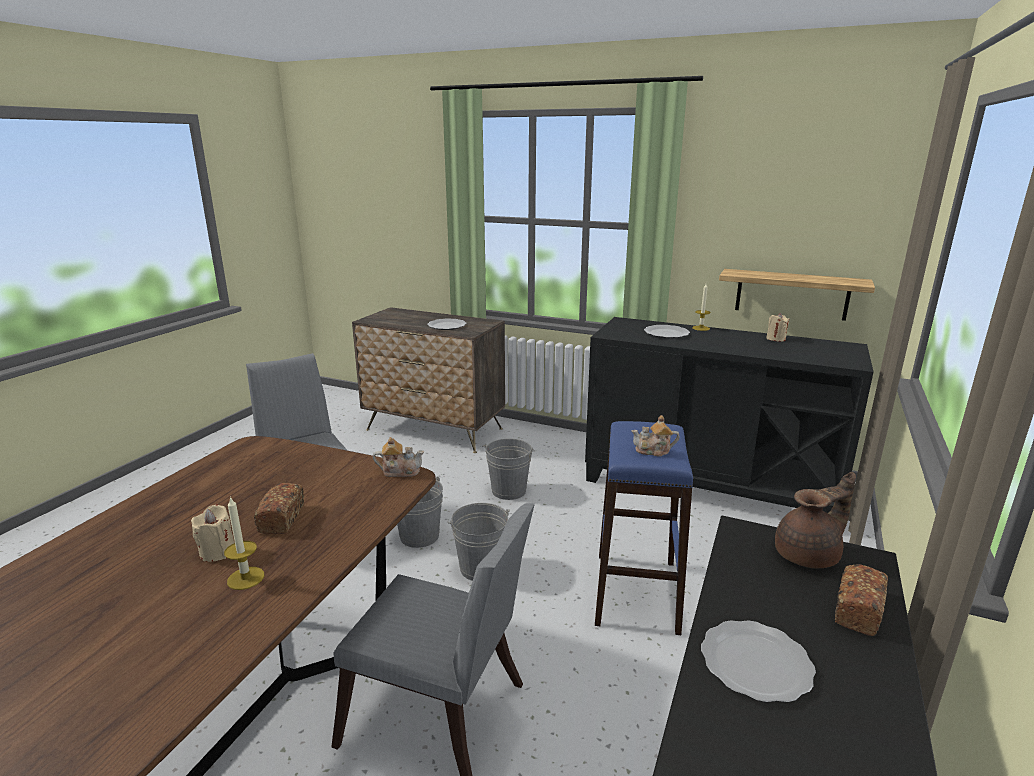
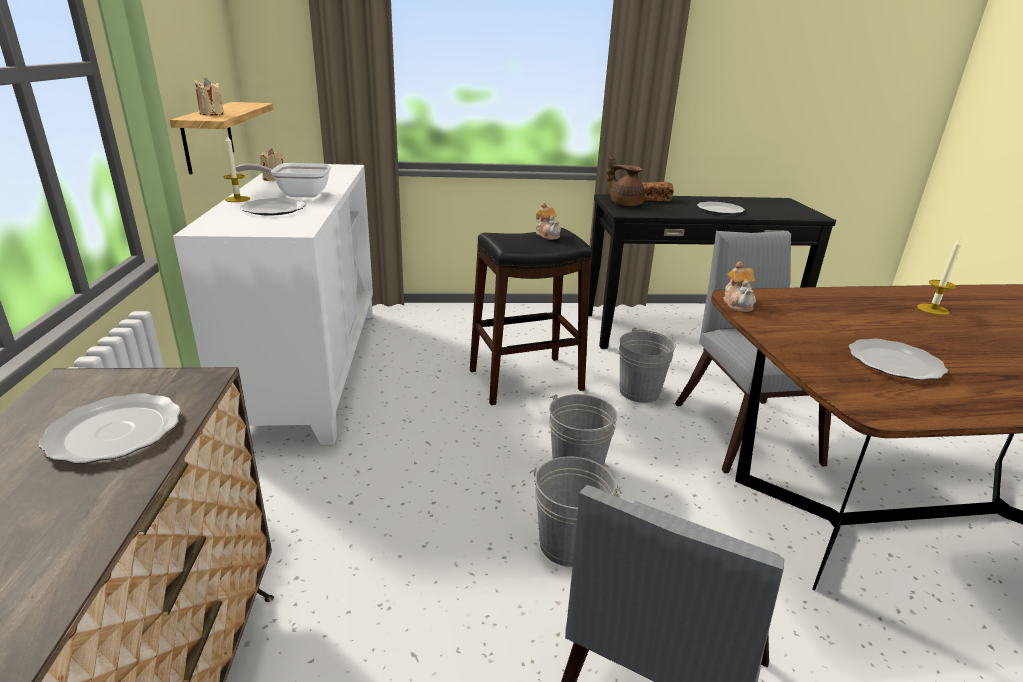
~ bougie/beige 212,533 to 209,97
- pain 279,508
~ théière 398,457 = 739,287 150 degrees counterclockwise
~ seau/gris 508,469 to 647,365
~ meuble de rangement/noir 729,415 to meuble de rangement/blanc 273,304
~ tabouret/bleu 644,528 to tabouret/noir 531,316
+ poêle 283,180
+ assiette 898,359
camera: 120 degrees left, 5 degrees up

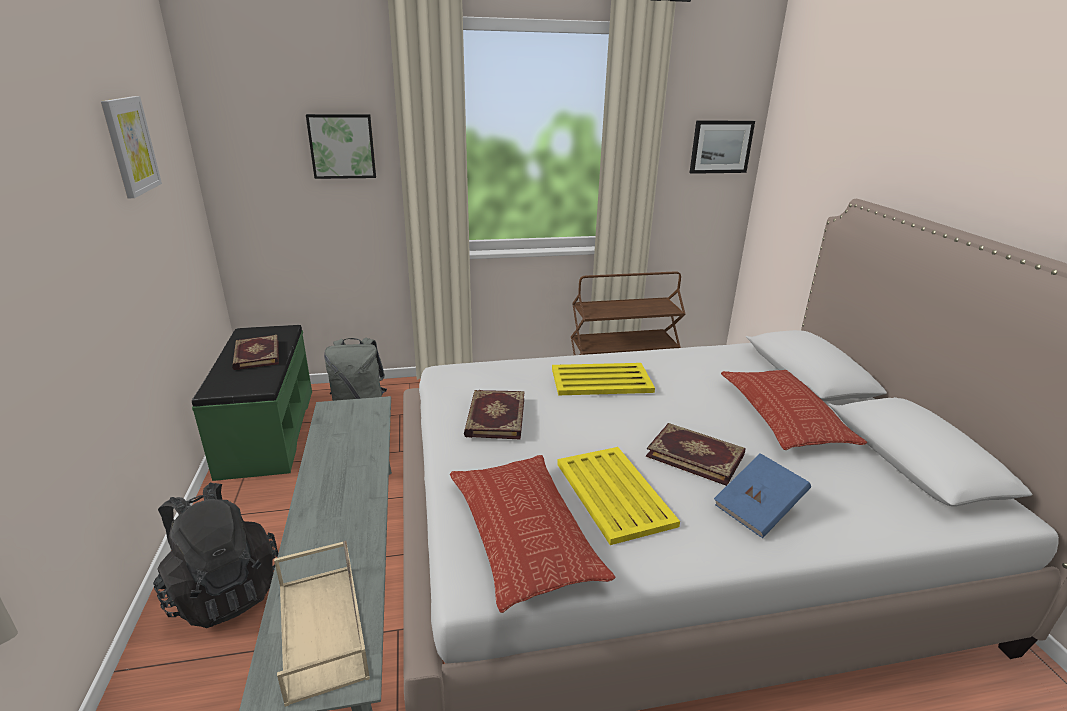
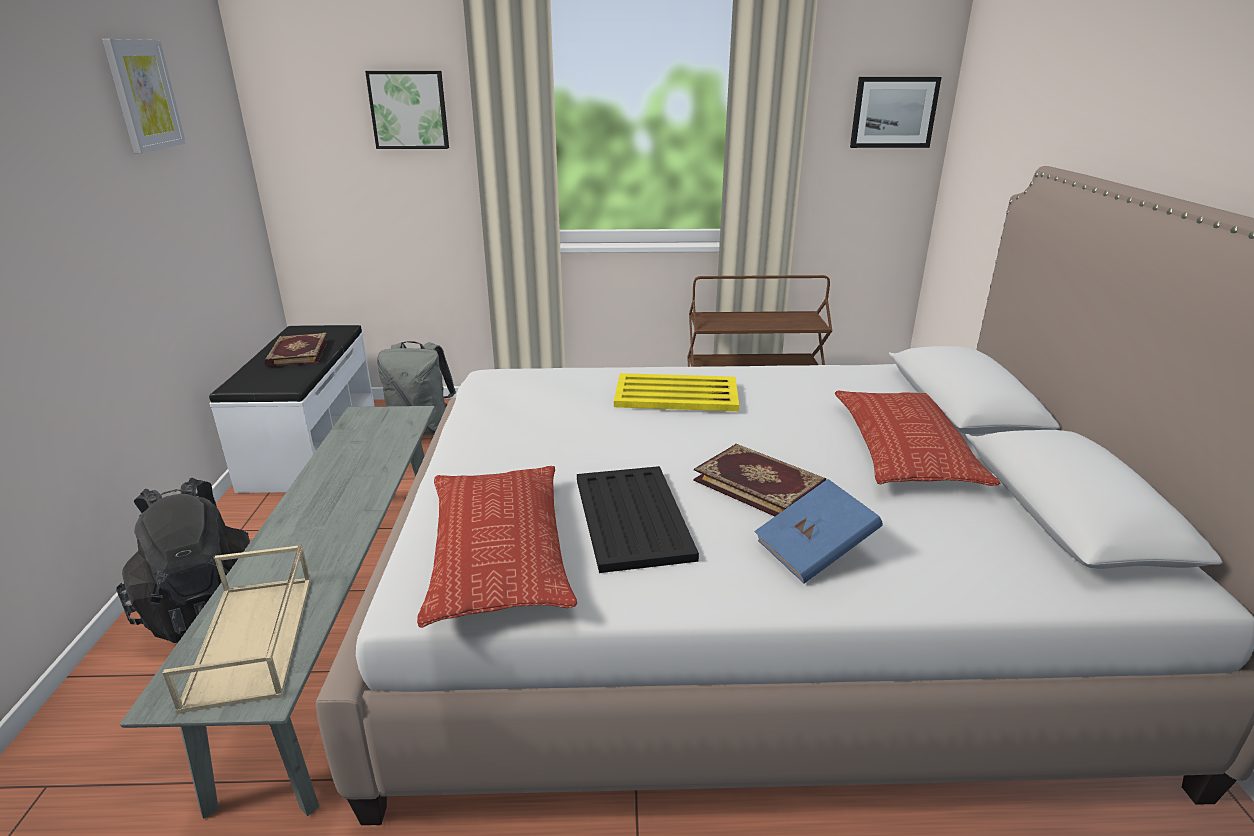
~ banc/vert 252,403 to banc/blanc 292,409
- livre 494,415
~ plateau/jaune 618,496 to plateau/noir 638,519
camera: 10 degrees right, 0 degrees up

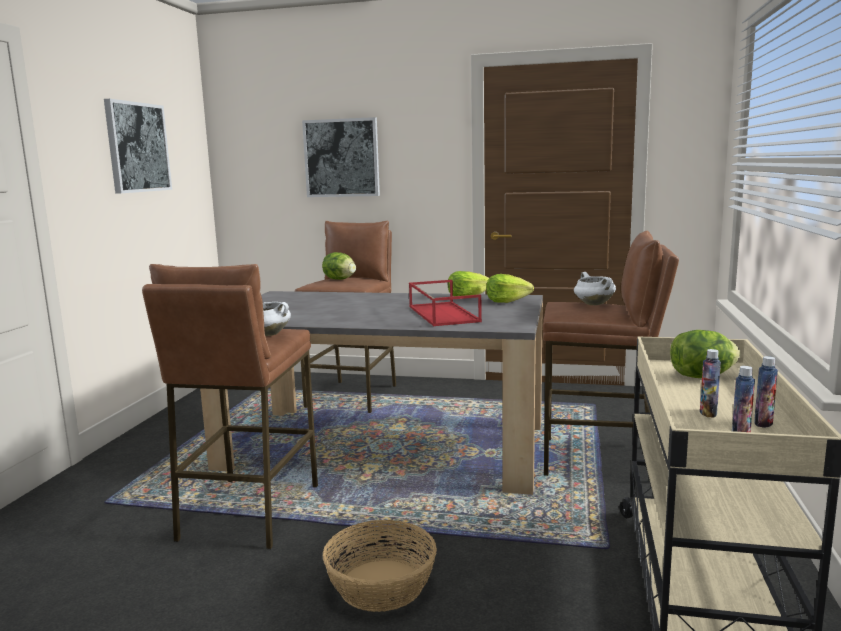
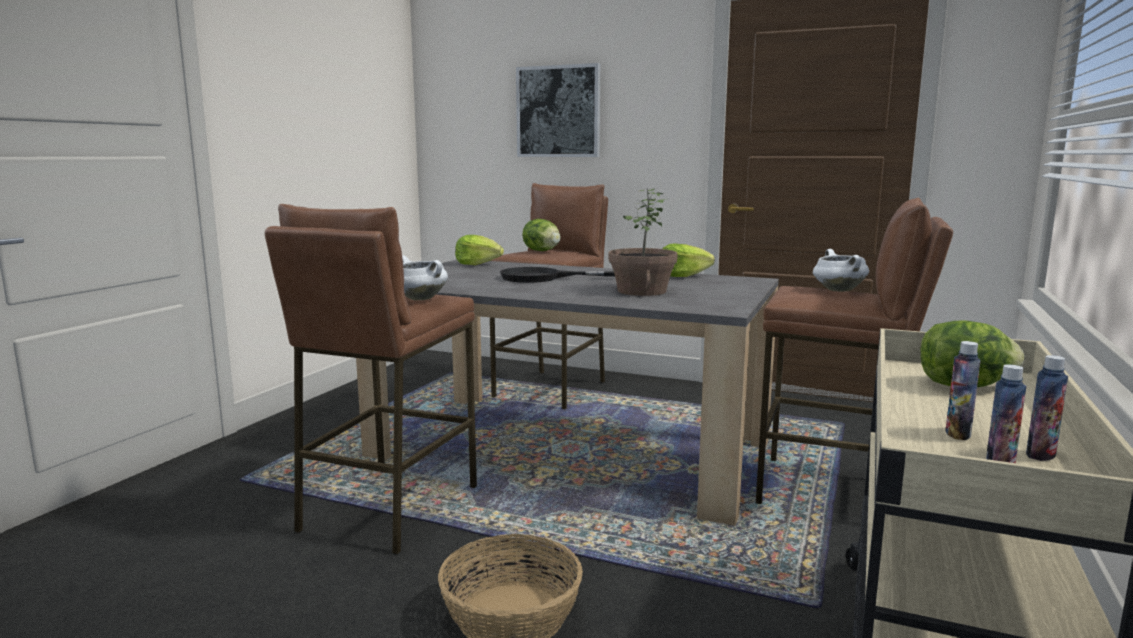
- tableau 138,146
~ plateau/rouge 445,303 to plante en pot 643,242
~ laitue 510,288 to 479,250
+ poêle/noir 557,275
camera: 10 degrees right, 0 degrees up

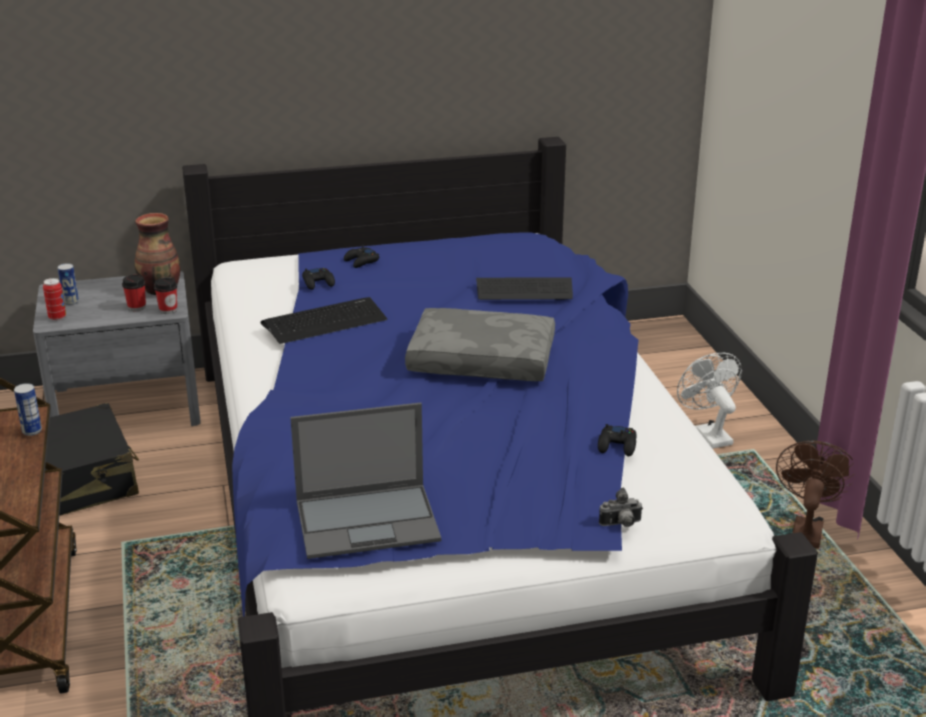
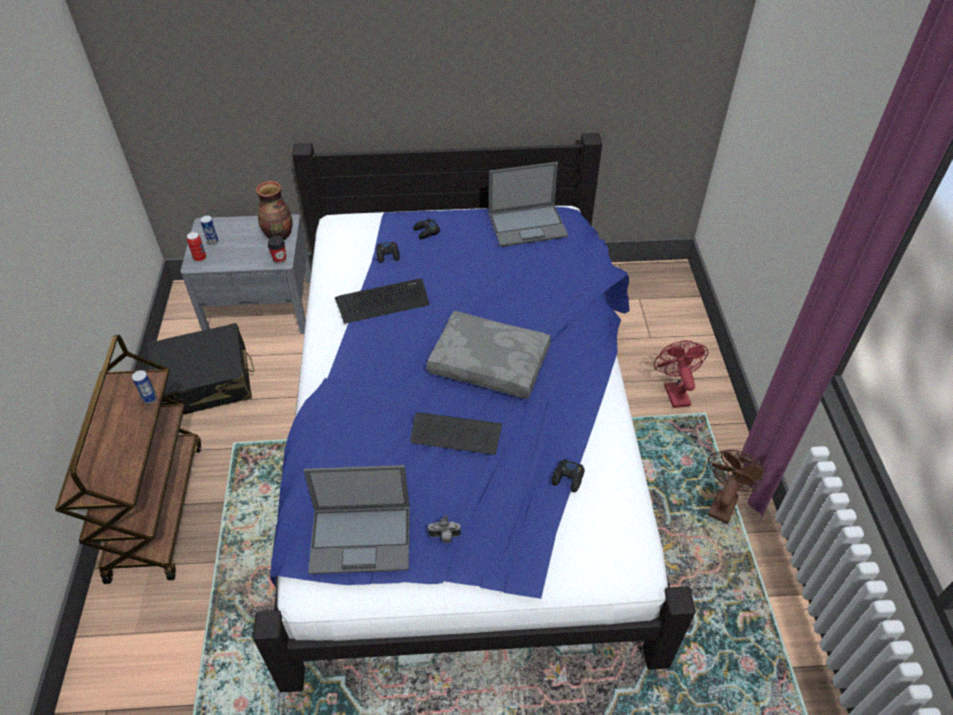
- tasse 134,293
~ clavier 524,288 to 456,433
~ appareil photo 621,507 to 444,529
~ ventilateur/blanc 709,400 to ventilateur/rouge 681,374
+ ordinateur portable 528,204
camera: 10 degrees right, 20 degrees up

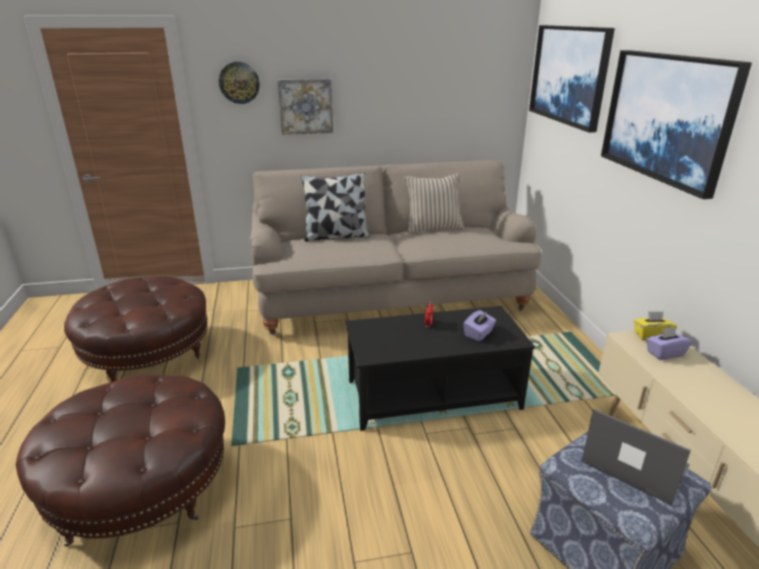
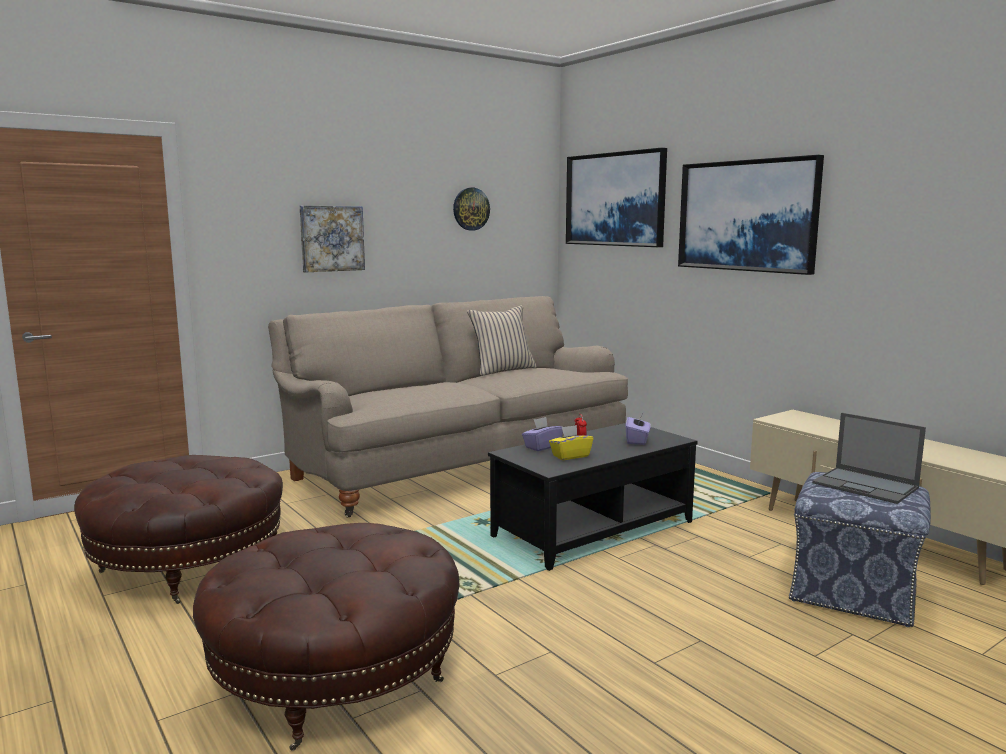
~ horloge murale 239,83 to 471,209
- coussin 335,207
~ ordinateur portable 636,457 = 869,458 150 degrees counterclockwise
~ boîte à mouchoirs/jaune 655,326 to 571,442
~ boîte à mouchoirs/violet 669,343 to 542,434
camera: 25 degrees left, 15 degrees down

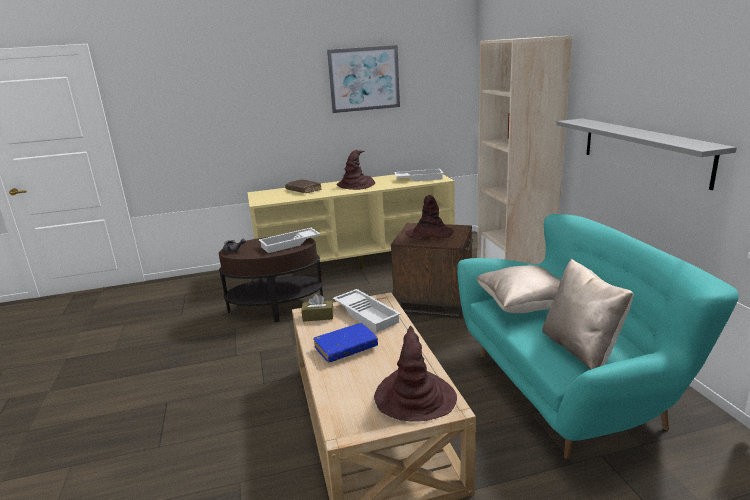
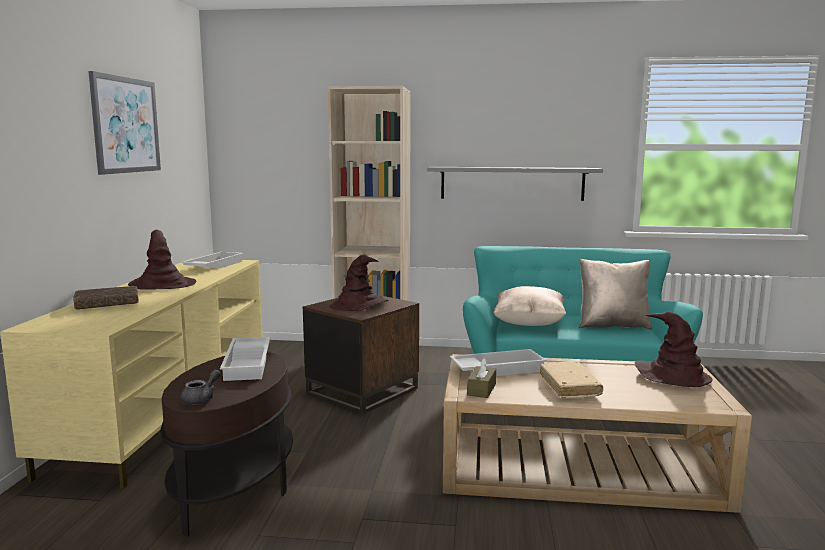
~ livre/bleu 345,342 to livre/beige 571,379
camera: 70 degrees left, 10 degrees down

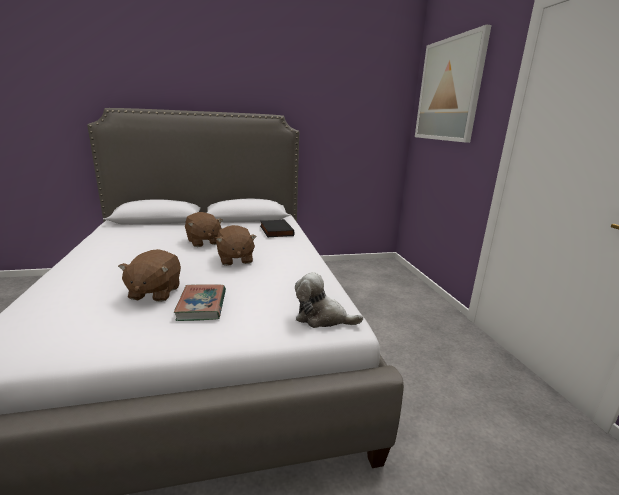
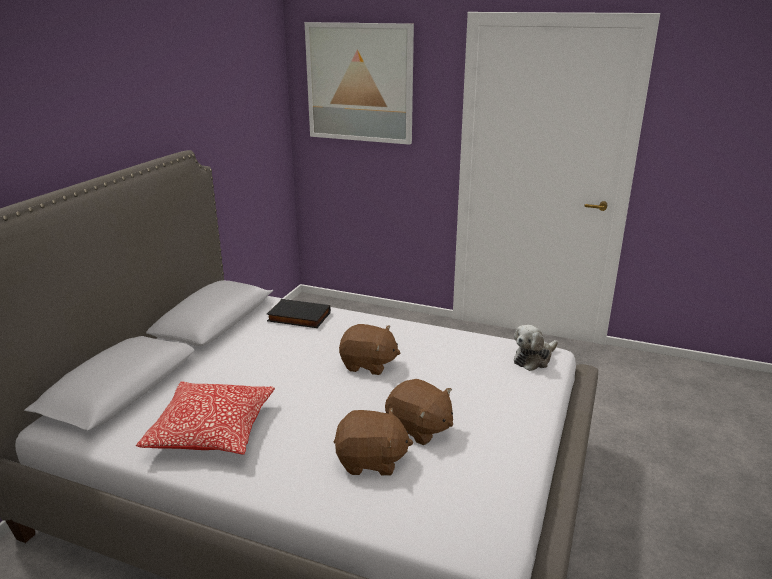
- livre 199,302
~ peluche/marron 204,229 to 373,442
+ coussin 205,418
camera: 55 degrees left, 5 degrees up

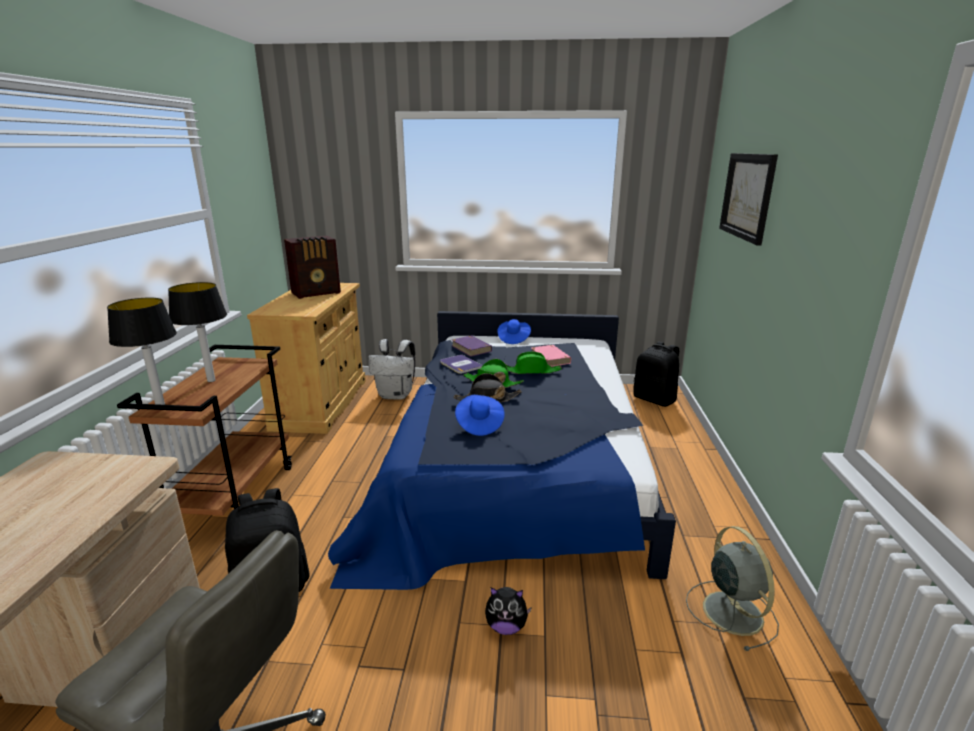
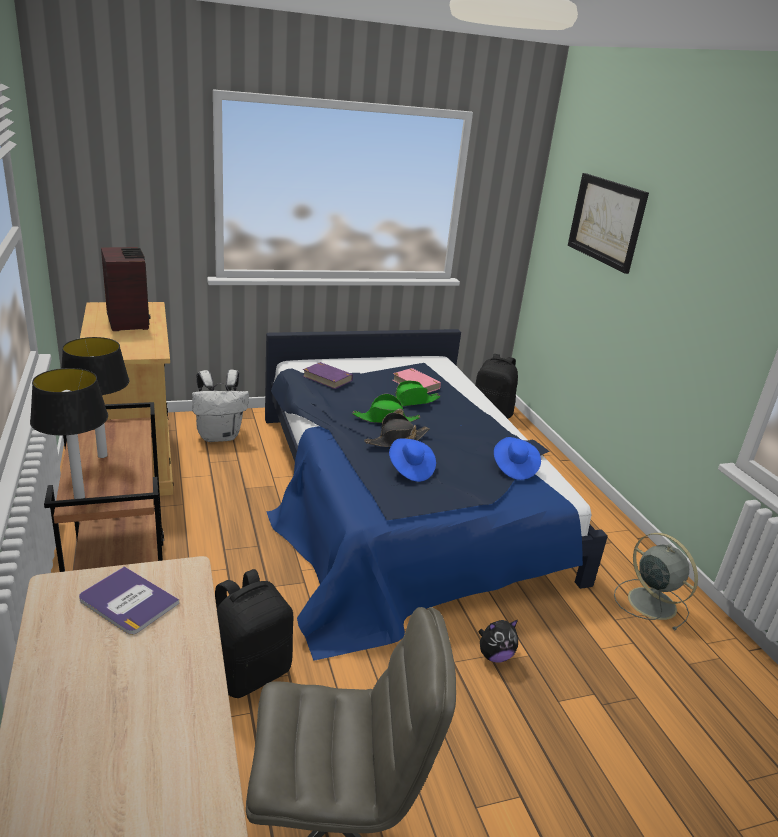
~ radio 312,267 = 126,289 60 degrees counterclockwise
~ livre 461,364 to 129,600
~ chapeau/bleu 514,331 to 517,458
camera: 25 degrees left, 5 degrees up

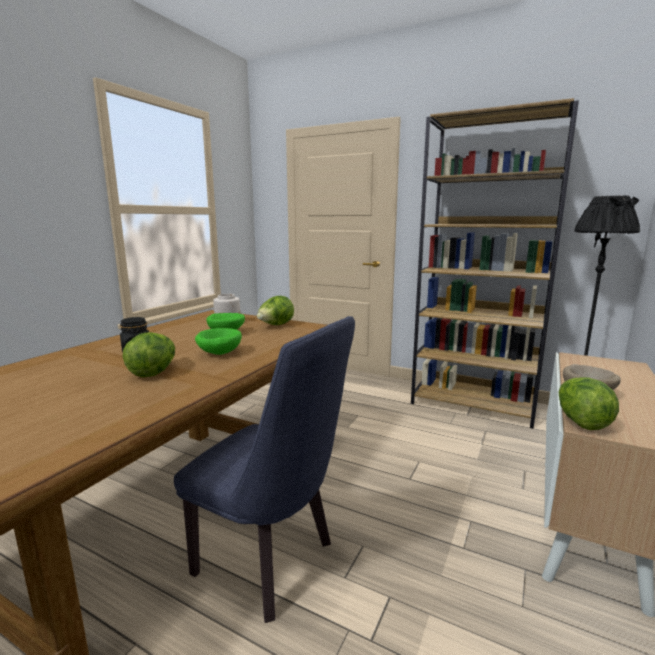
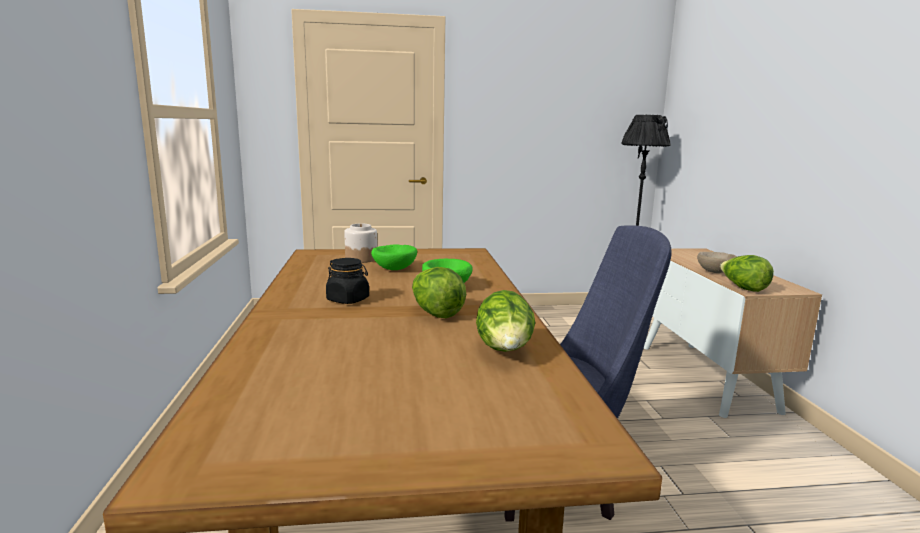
~ laitue 275,310 to 505,321
- bibliothèque/marron 495,263
camera: 35 degrees left, 0 degrees up

